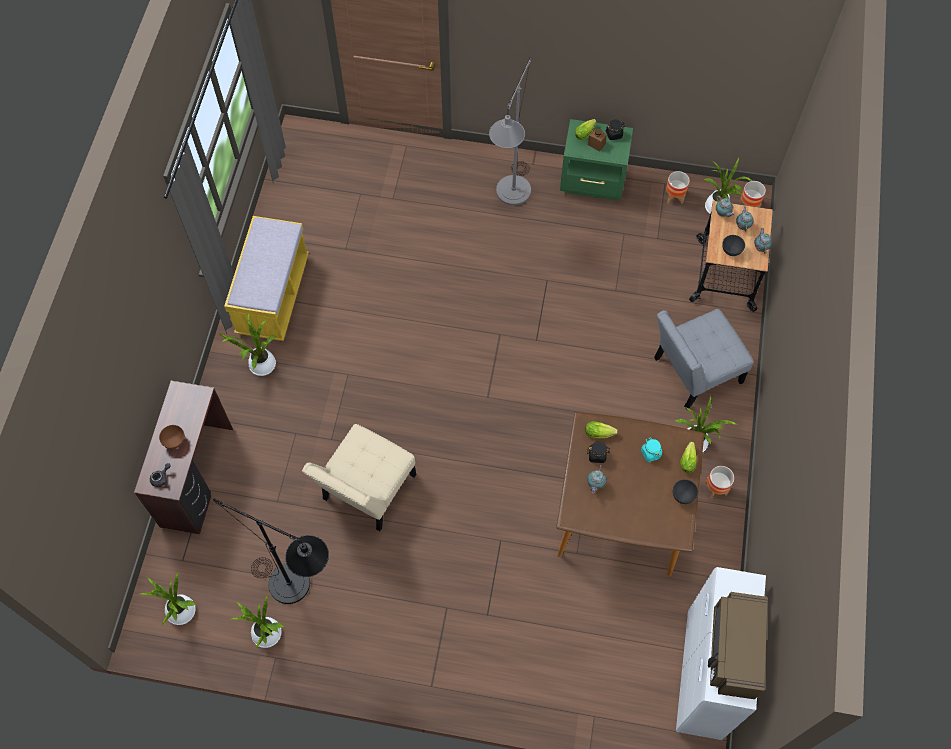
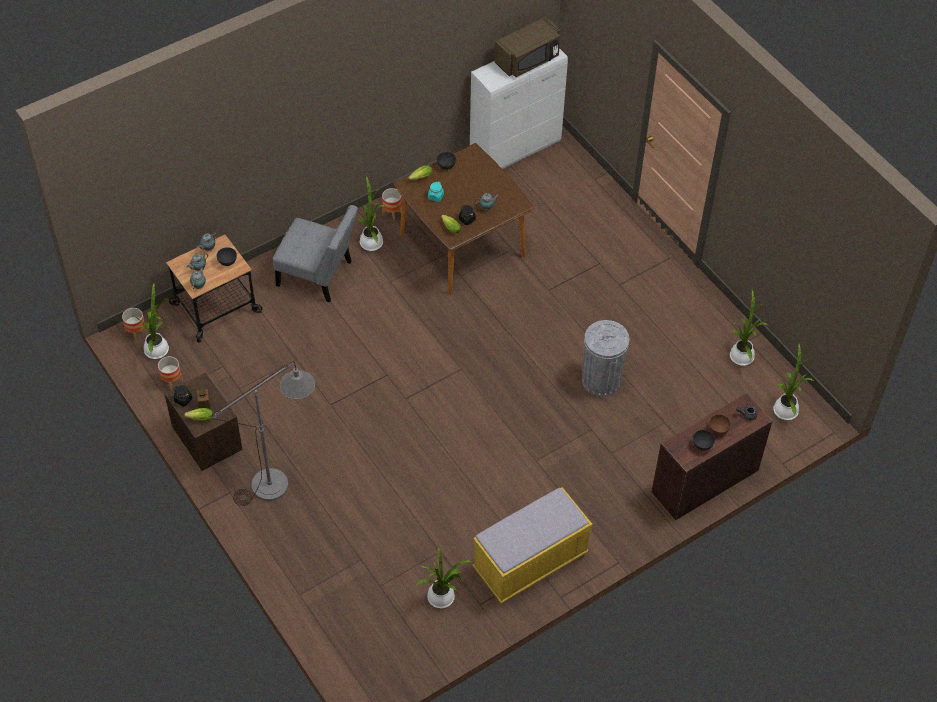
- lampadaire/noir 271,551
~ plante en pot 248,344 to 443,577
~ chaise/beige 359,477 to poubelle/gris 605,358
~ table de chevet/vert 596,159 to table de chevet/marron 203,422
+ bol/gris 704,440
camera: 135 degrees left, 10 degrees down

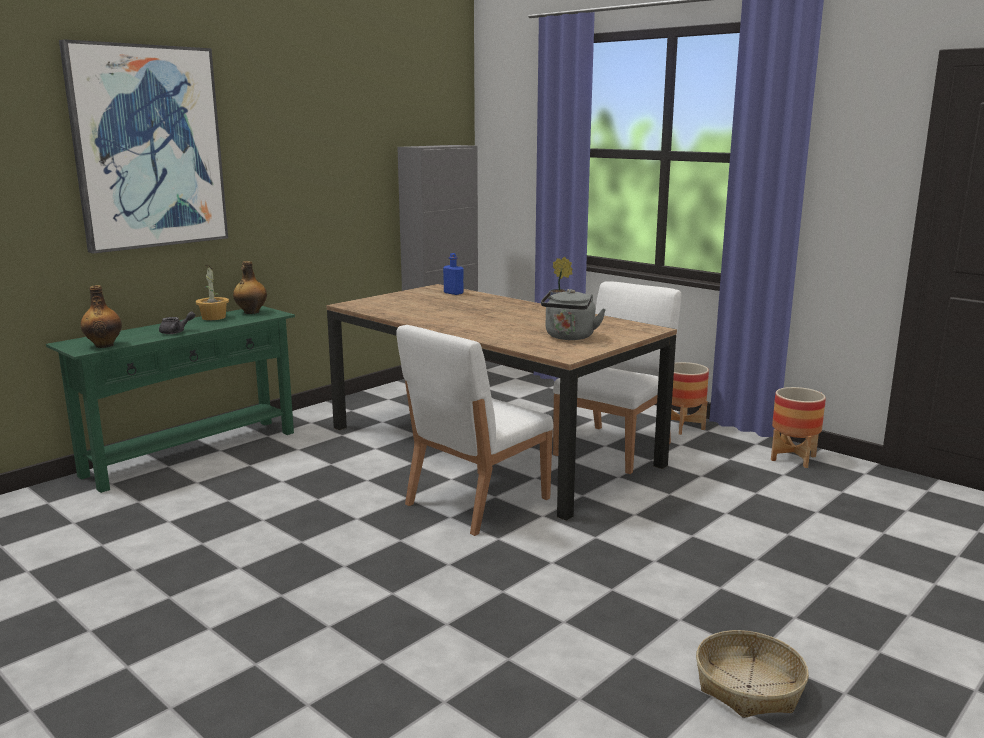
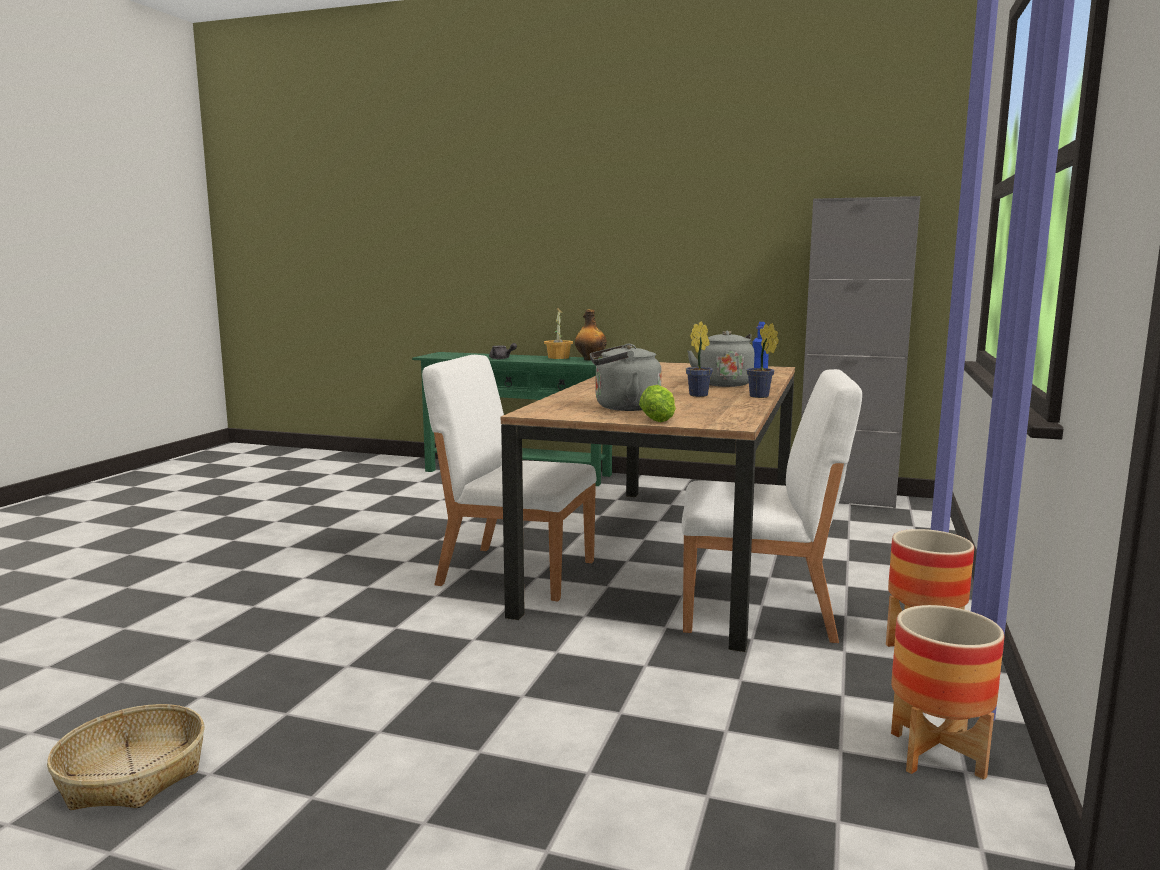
- tableau 143,146
- bouteille 101,316
+ laitue 657,403
+ plante en pot 699,359
+ bouilloire/gris 720,359
camera: 65 degrees right, 5 degrees down

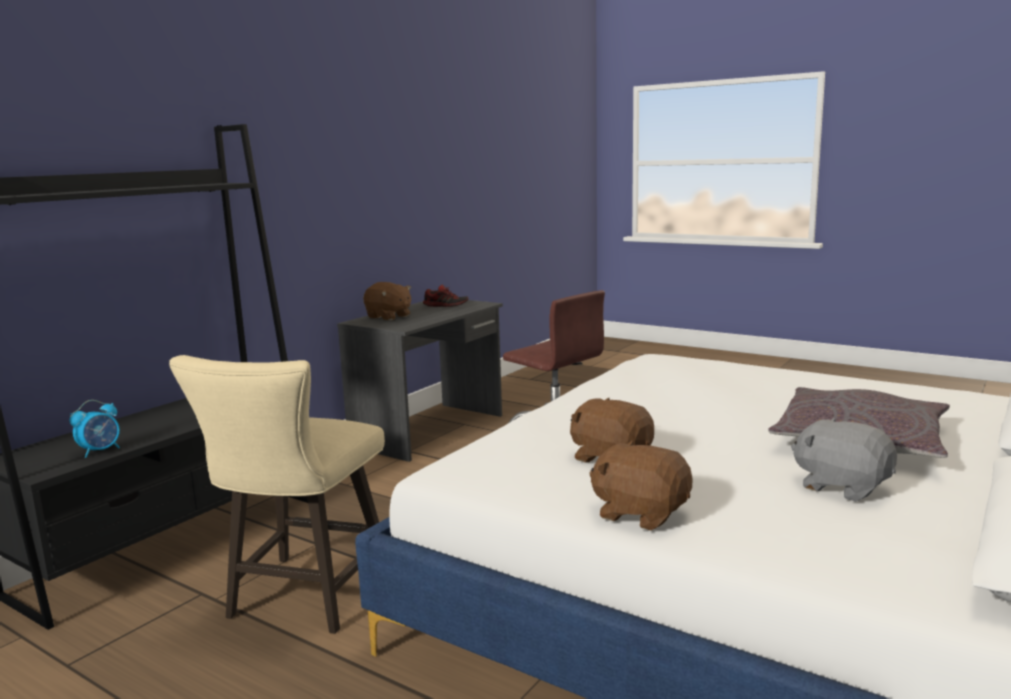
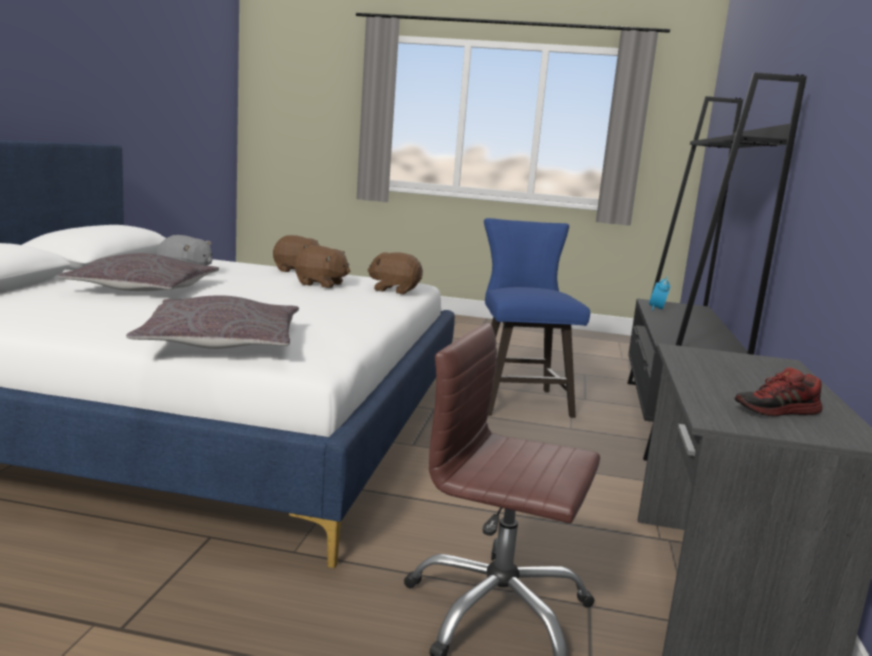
~ tabouret/beige 277,494 to tabouret/bleu 537,318
~ peluche/marron 387,301 to 395,273
+ coussin/gris 212,322
camera: 155 degrees right, 0 degrees up

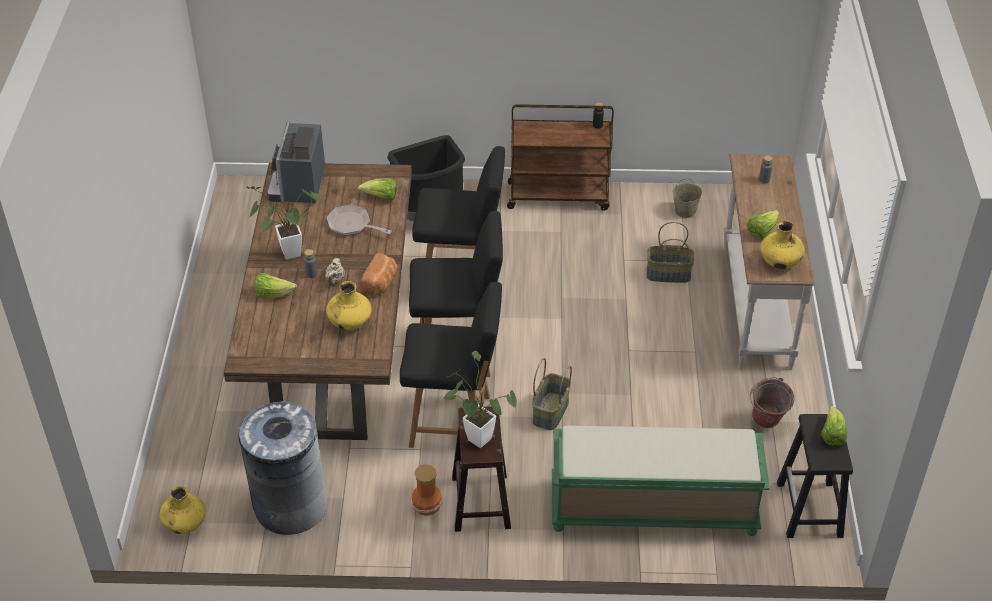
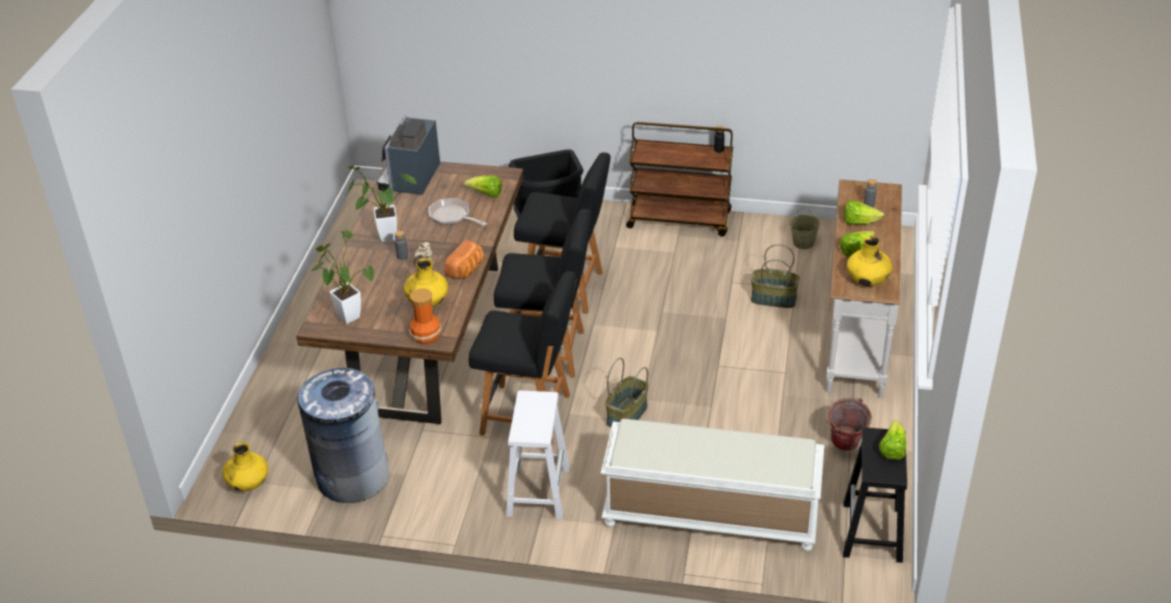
~ laitue 276,286 to 864,212
~ vase 427,490 to 425,316
~ plante en pot 480,399 to 342,277
~ tabouret/marron 481,469 to tabouret/blanc 538,455
~ banc/vert 661,481 to banc/blanc 712,485
camera: 10 degrees right, 5 degrees down

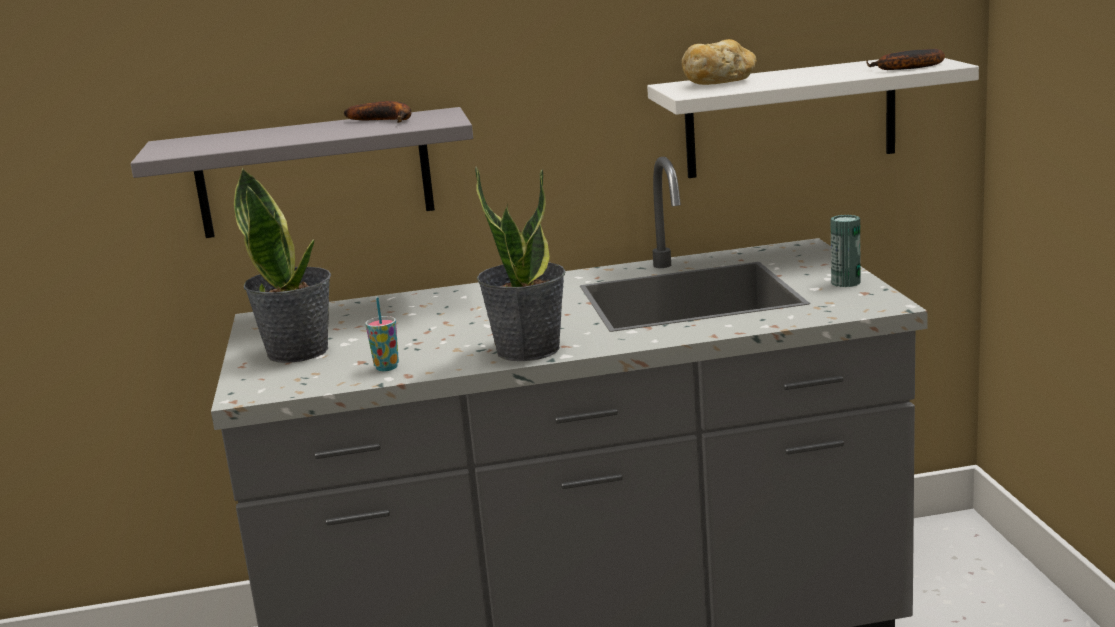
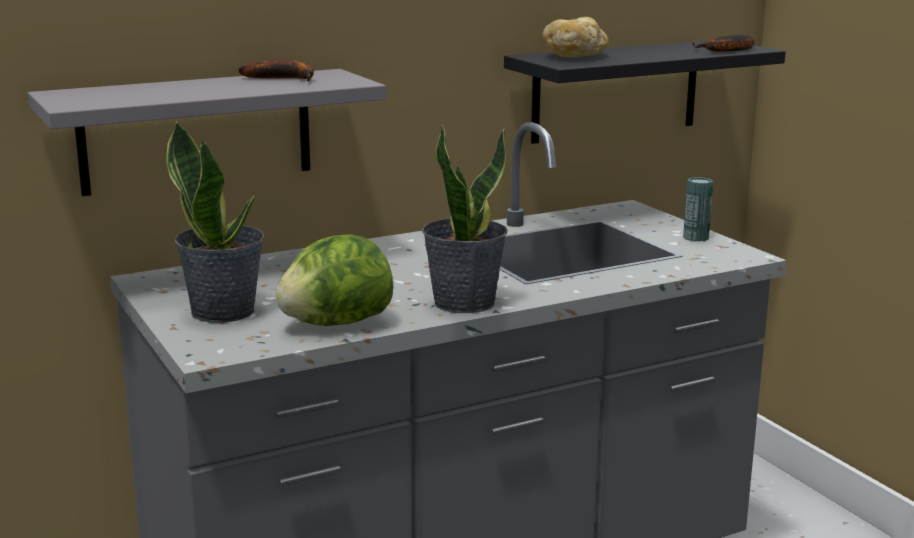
~ tasse 382,334 to laitue 334,280
~ étagère/blanc 813,118 to étagère/noir 645,92
camera: 20 degrees left, 0 degrees up

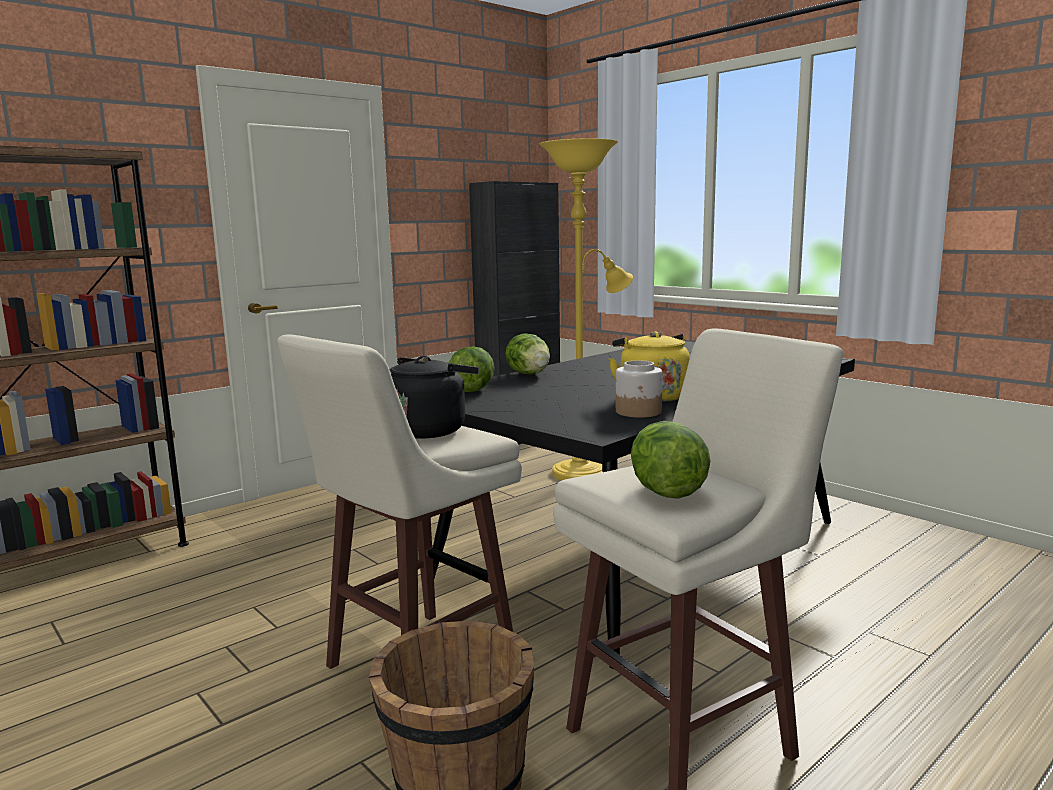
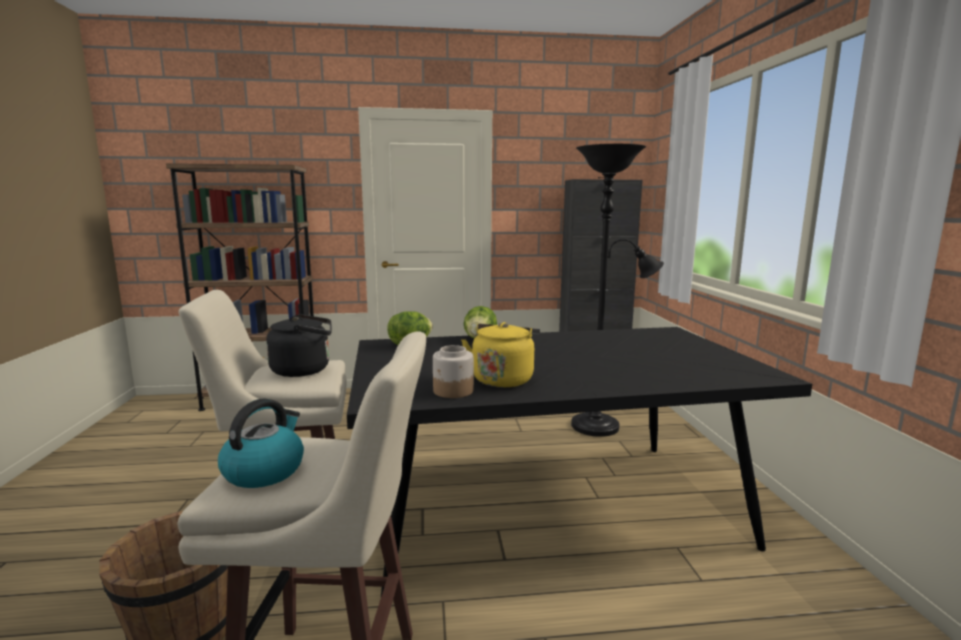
~ lampadaire/jaune 586,309 to lampadaire/noir 617,290
~ laitue 670,460 to bouilloire 261,443
camera: 35 degrees right, 0 degrees up

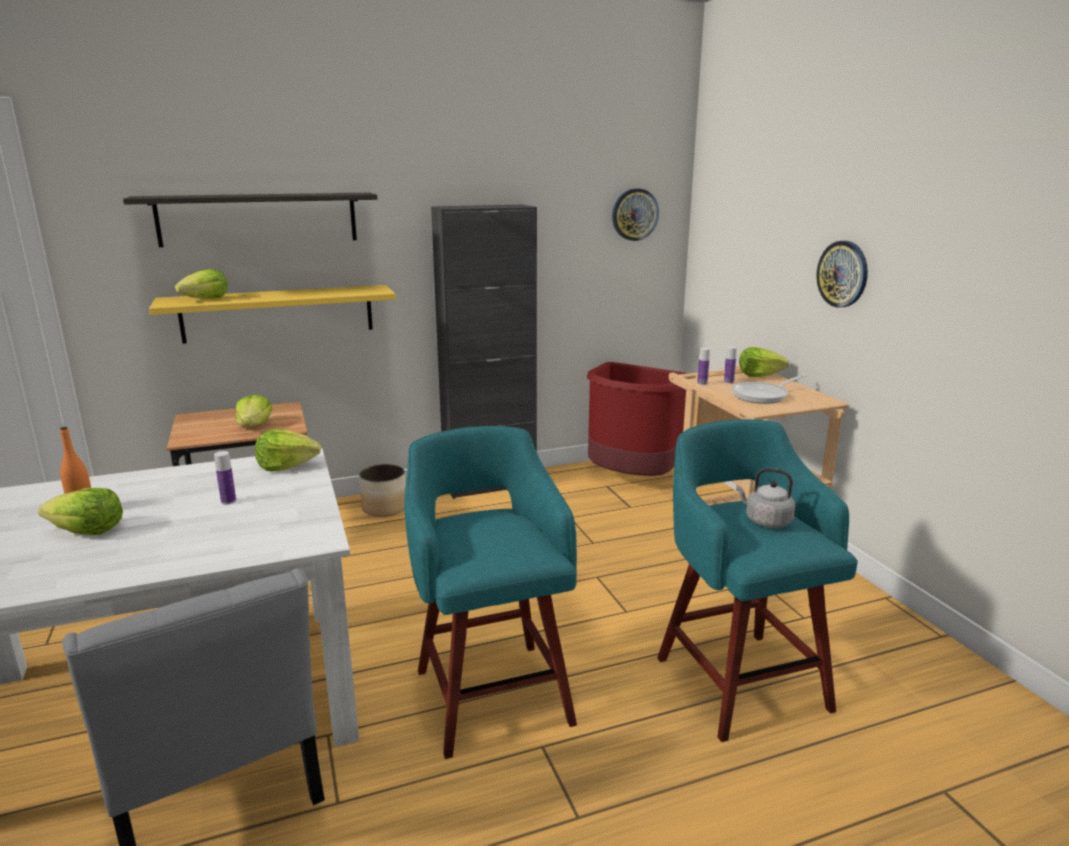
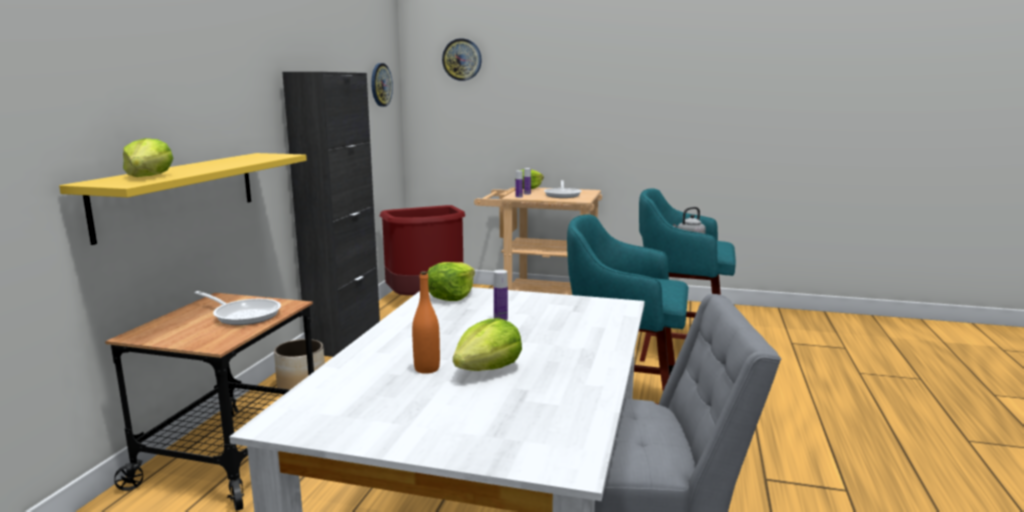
- étagère 250,220
~ laitue 254,411 to poêle 238,308
~ horloge murale 842,274 to 462,59
camera: 55 degrees left, 5 degrees down

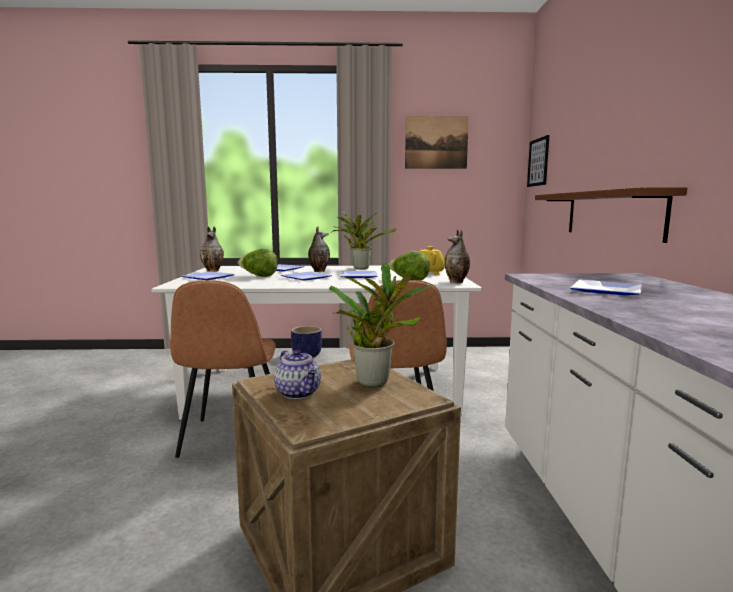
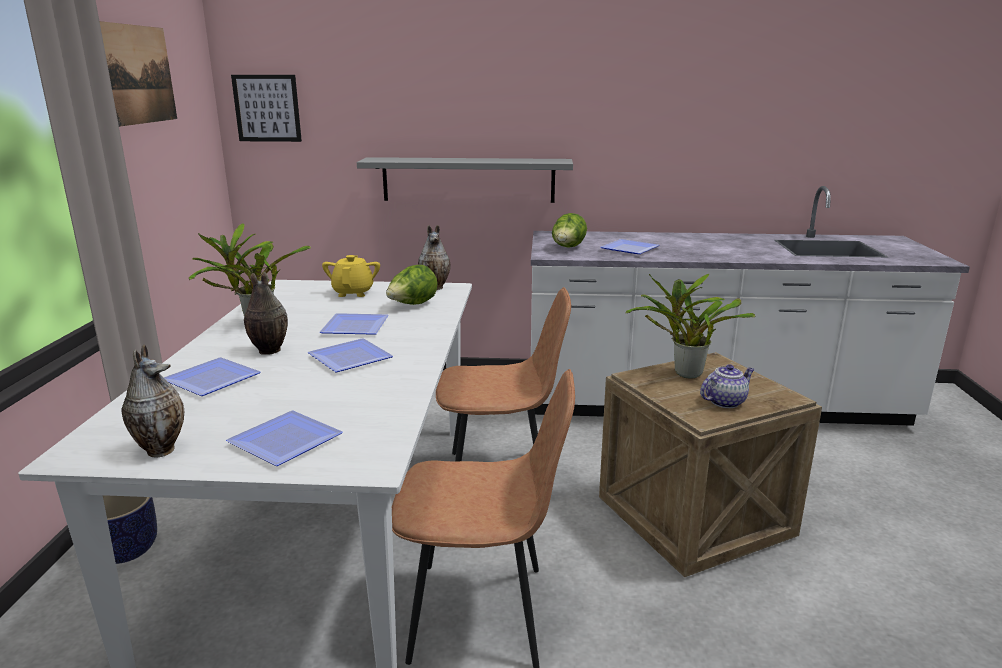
~ laitue 258,263 to 569,230
~ étagère/marron 611,215 to étagère/gris 465,180
camera: 85 degrees left, 10 degrees up

